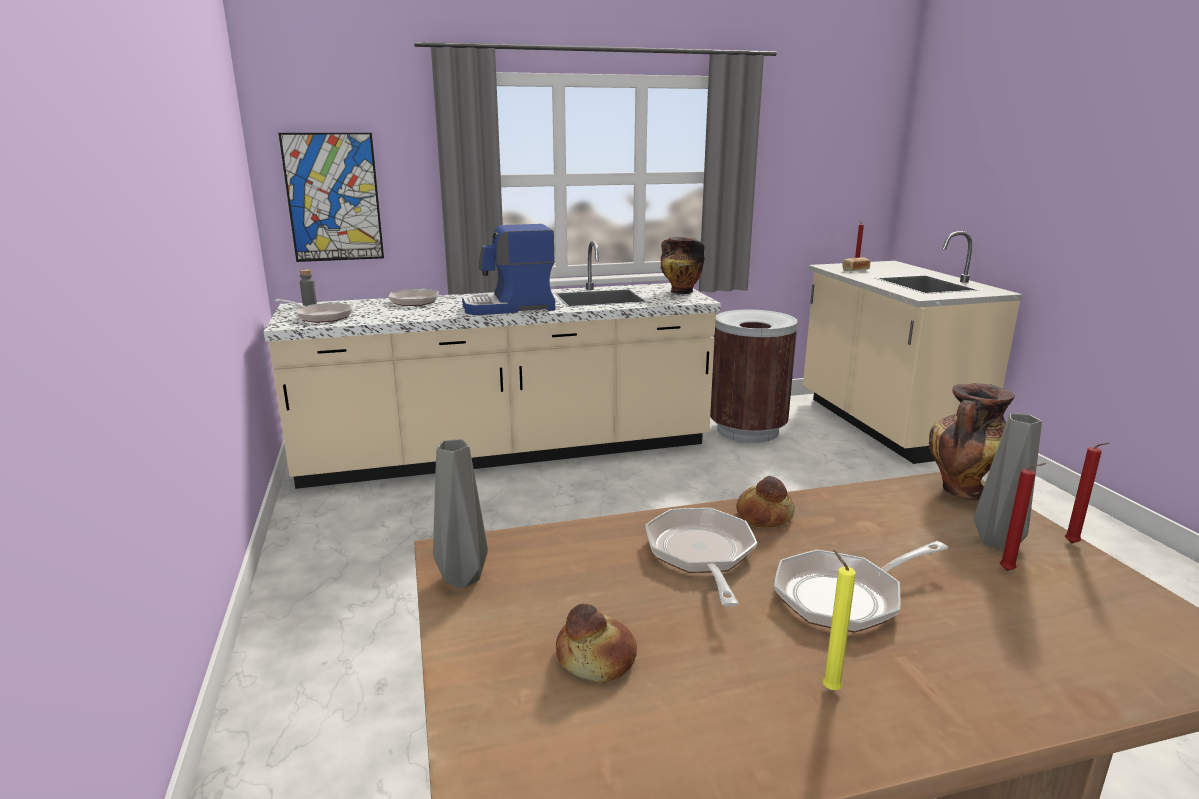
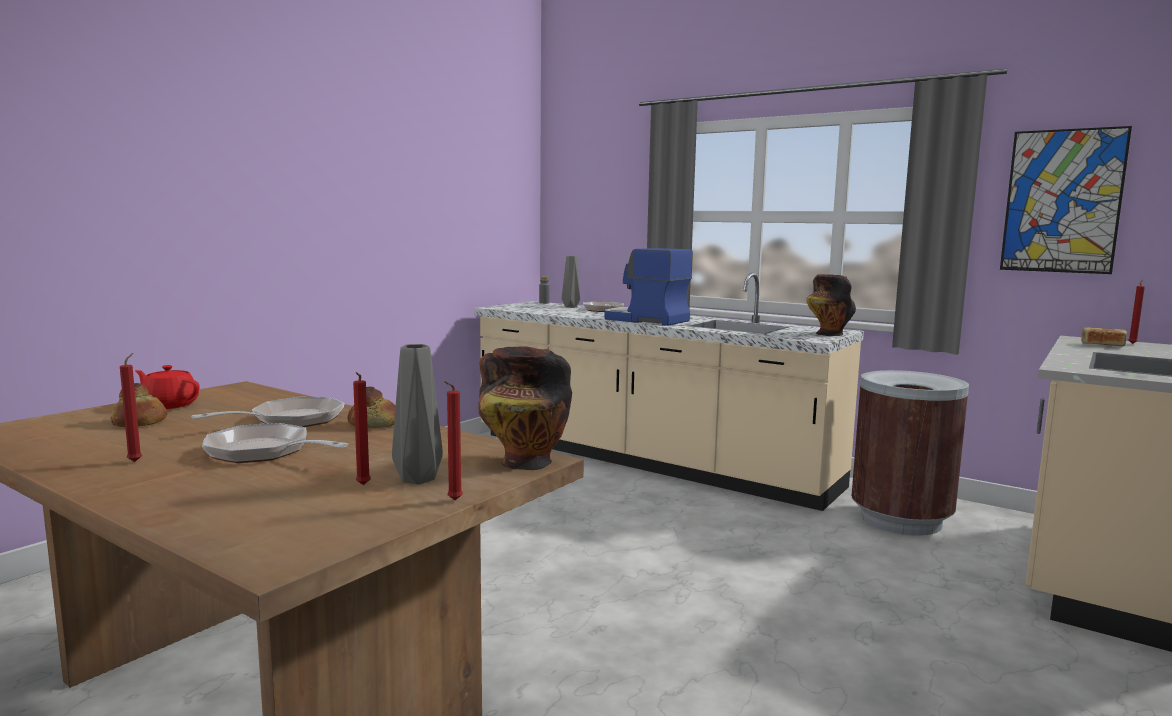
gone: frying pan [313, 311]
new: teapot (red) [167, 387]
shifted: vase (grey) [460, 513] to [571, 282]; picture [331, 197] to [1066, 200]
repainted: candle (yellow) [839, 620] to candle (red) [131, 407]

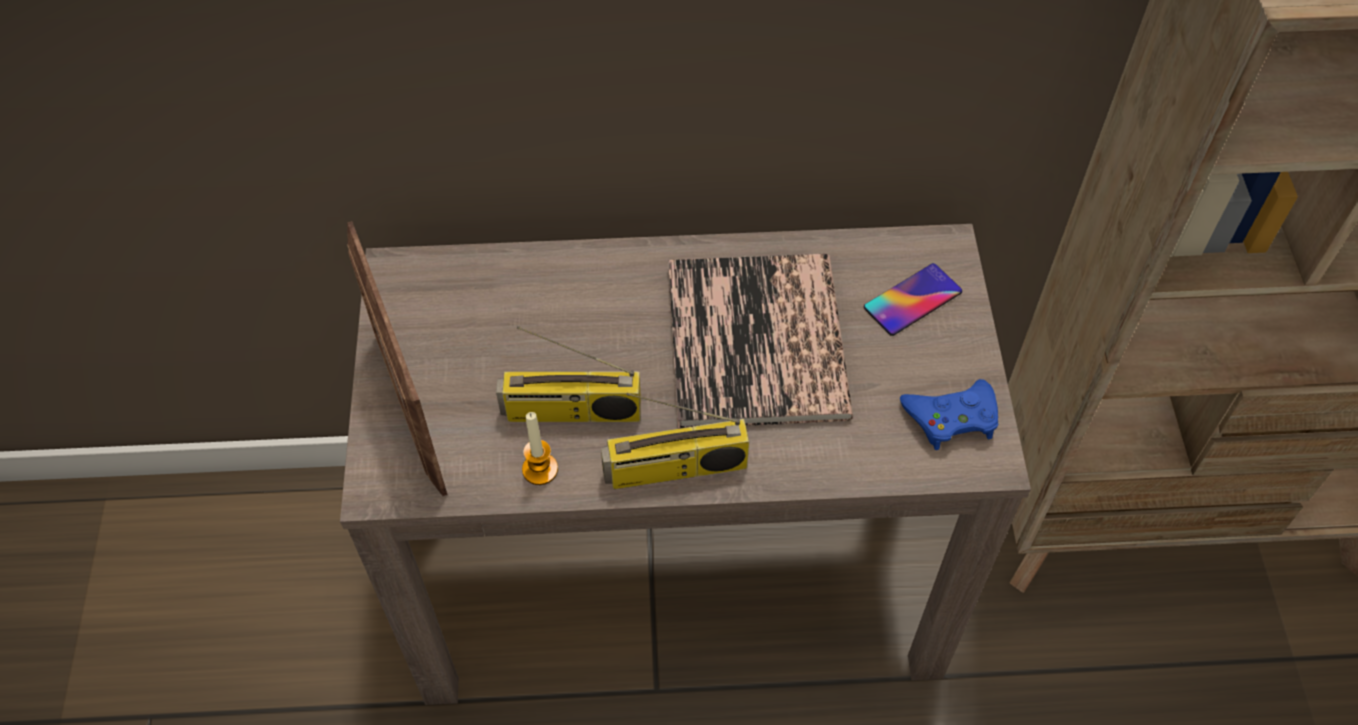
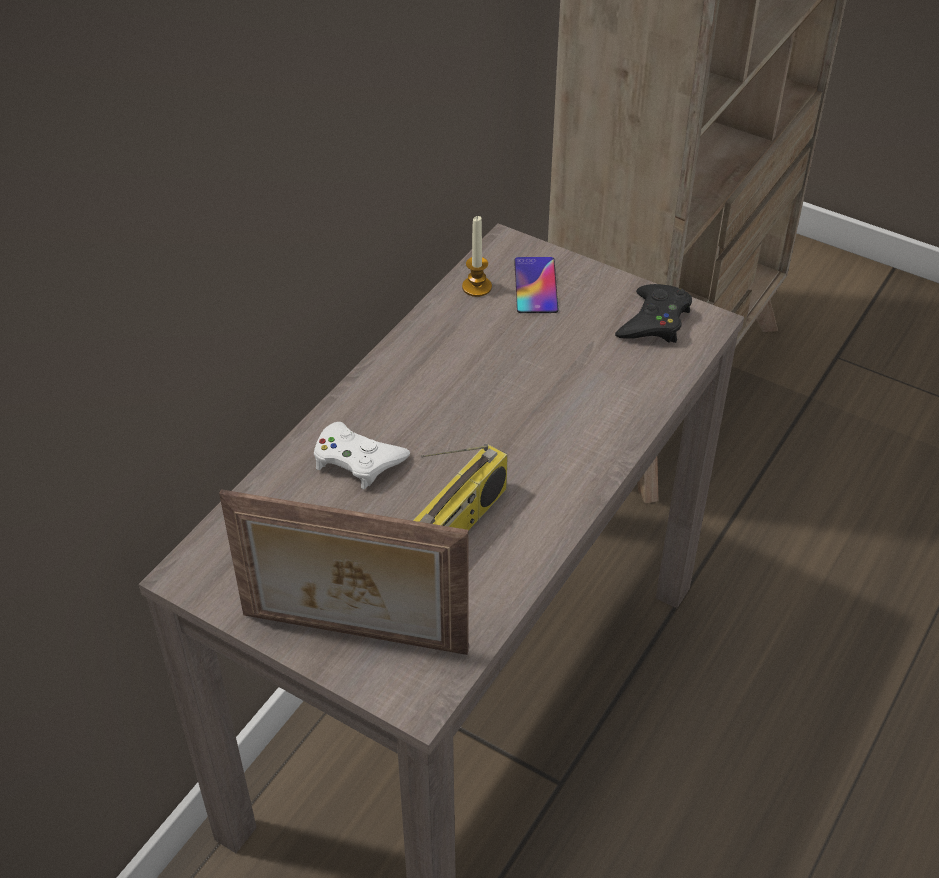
gone: radio [675, 441]; book [760, 341]
new: game controller (white) [362, 455]
shifted: candle [540, 448] to [477, 256]
repainted: game controller (blue) [949, 414] to game controller (black) [653, 313]

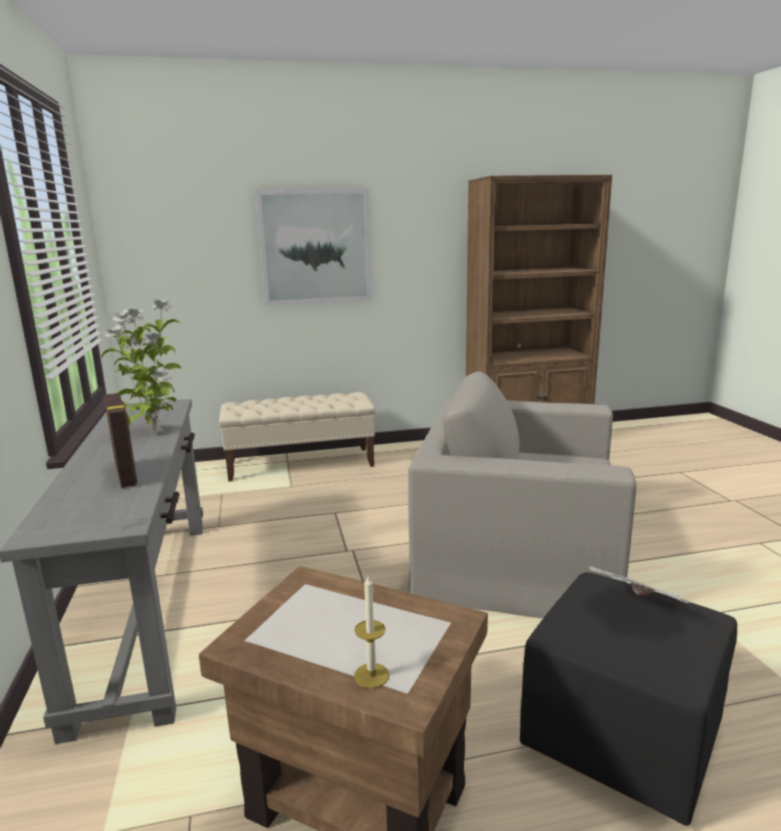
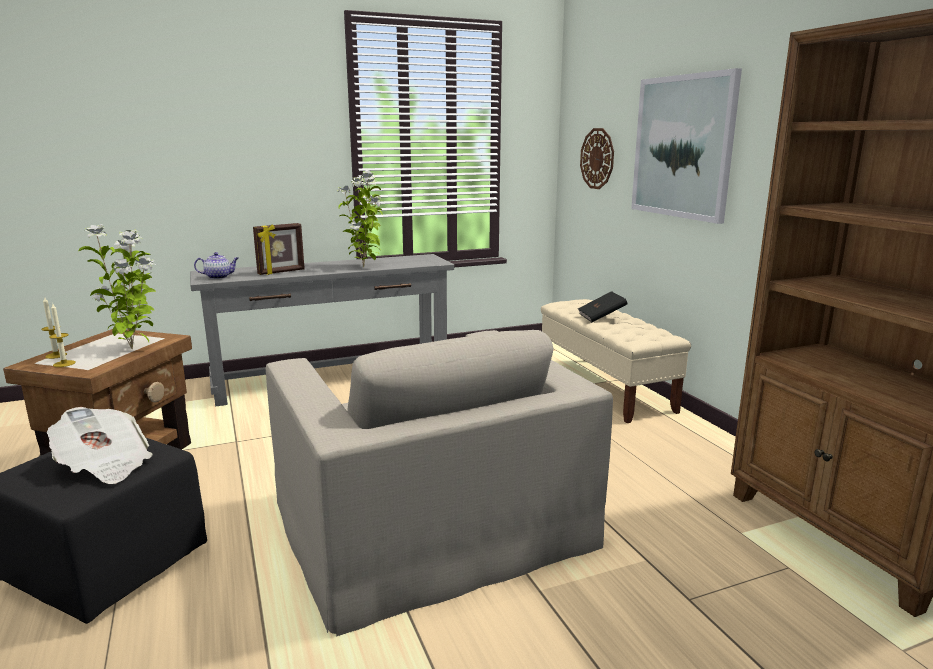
new: candle [62, 335]; potted plant [117, 286]; teapot [216, 265]; book (black) [602, 306]; wall clock [597, 158]
rotated: armchair (beige) [522, 495] = [439, 483] 150 degrees clockwise

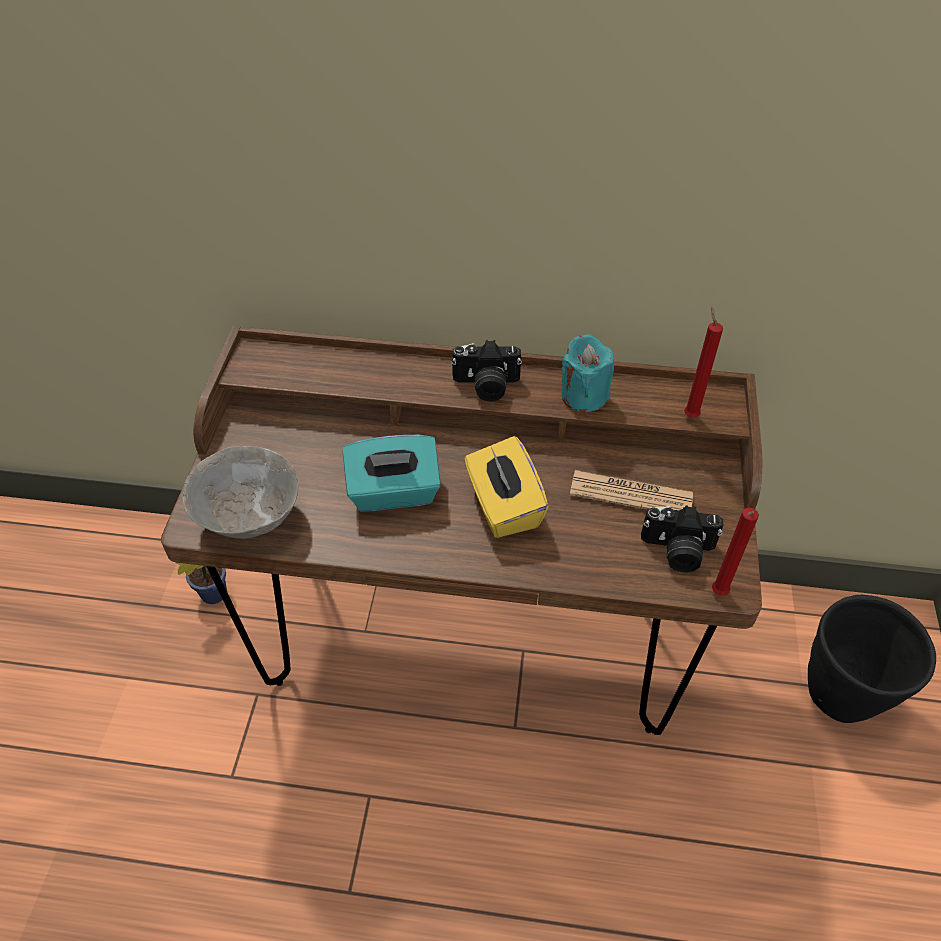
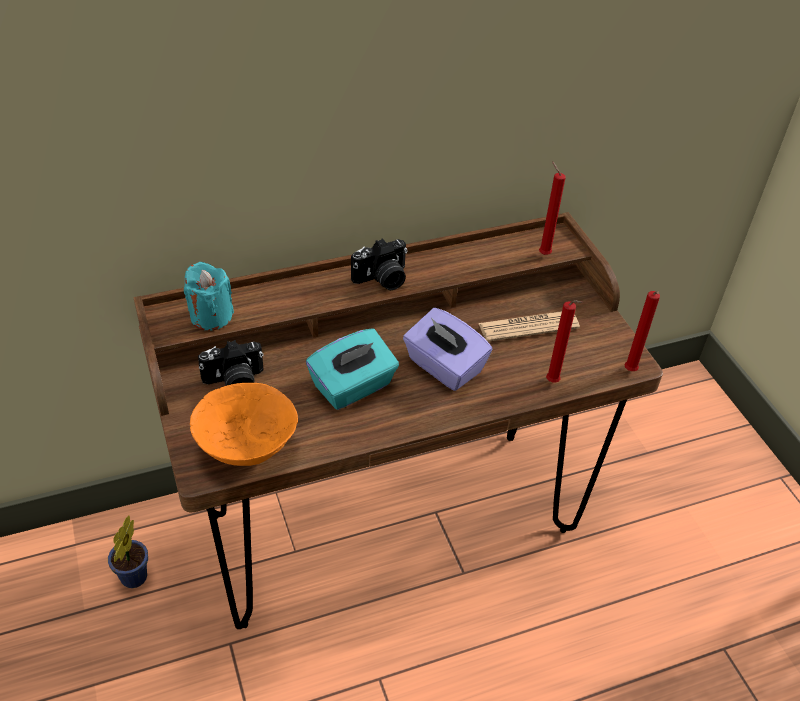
gone: planter (black) [872, 659]
new: candle (red) [564, 341]
shifted: candle (turquoise) [587, 373] to [209, 296]; photo camera [682, 538] to [231, 363]
repainted: bowl (grey) [240, 492] to bowl (orange) [244, 424]; tissue box (yellow) [506, 487] to tissue box (purple) [447, 349]

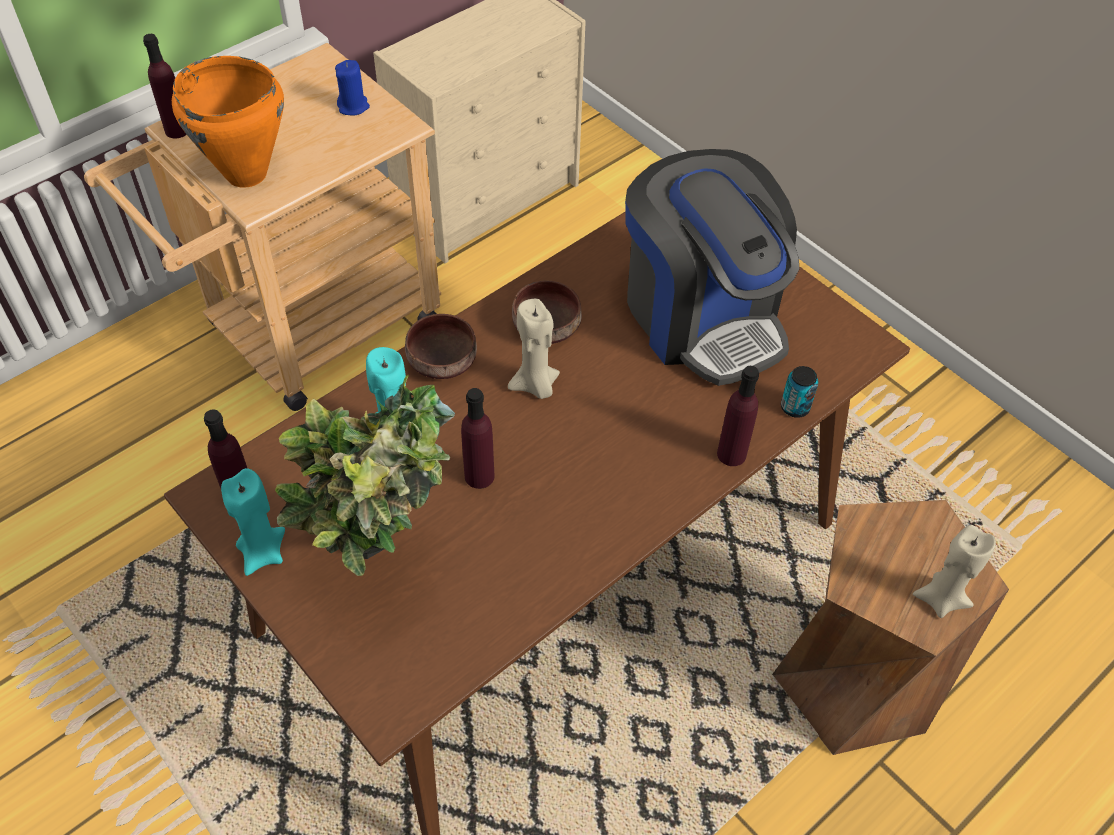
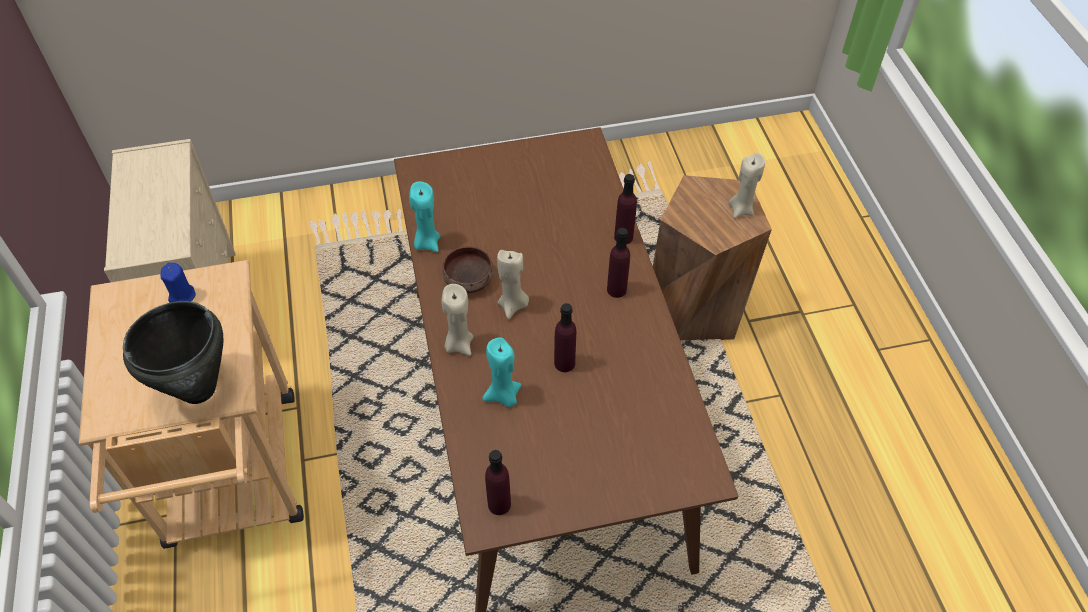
gone: potted plant [365, 475]; coffee machine [712, 267]; can [799, 392]
shifted: candle (turquoise) [253, 522] to [424, 216]; bottle (purple) [165, 86] to [618, 263]
swapped: bowl (brown) [441, 346] to candle (beige) [457, 320]
repainted: cooking pot (orange) [228, 122] to cooking pot (black) [173, 352]

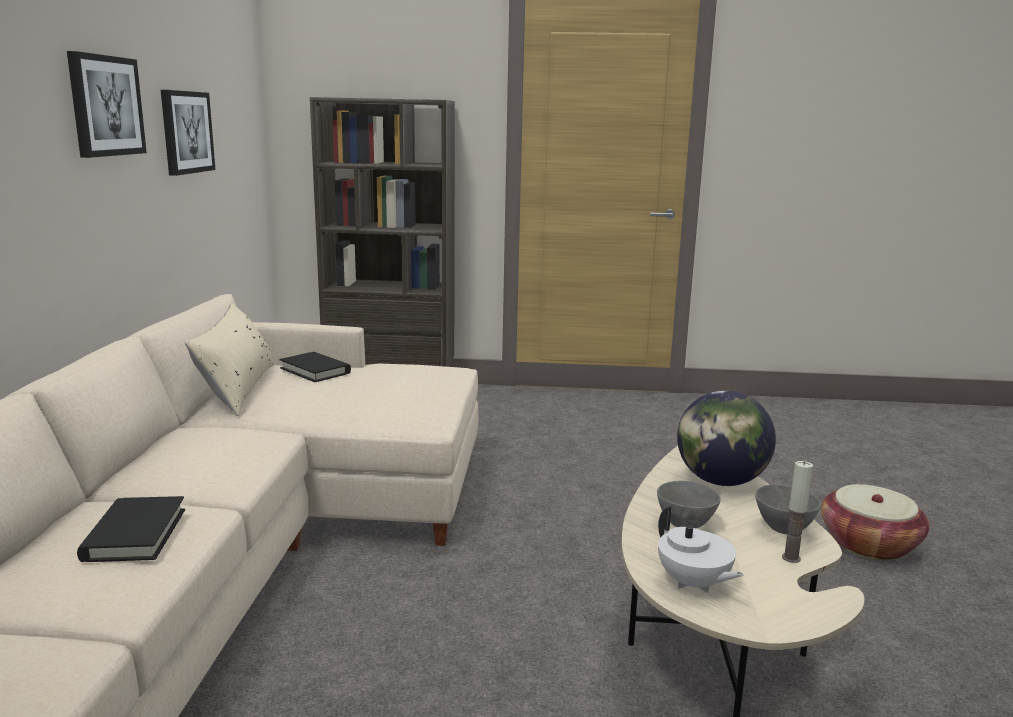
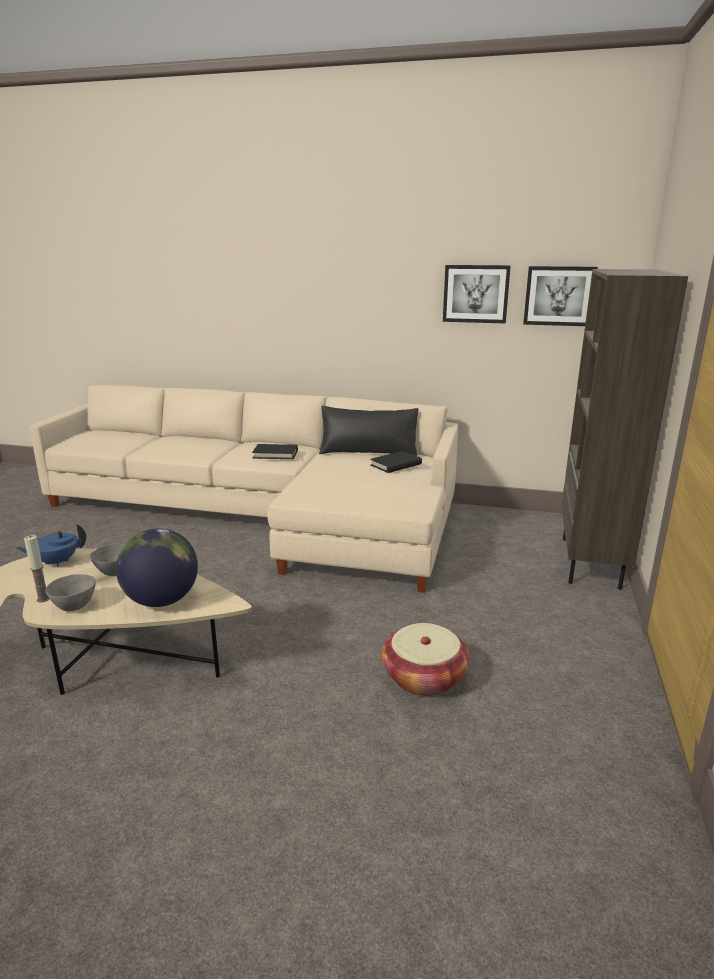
shifted: book (black) [131, 529] to [275, 451]; basket [875, 522] to [426, 659]; picture [107, 104] to [560, 296]
repainted: teapot (white) [701, 549] to teapot (blue) [51, 545]; pillow (beige) [230, 359] to pillow (black) [368, 431]

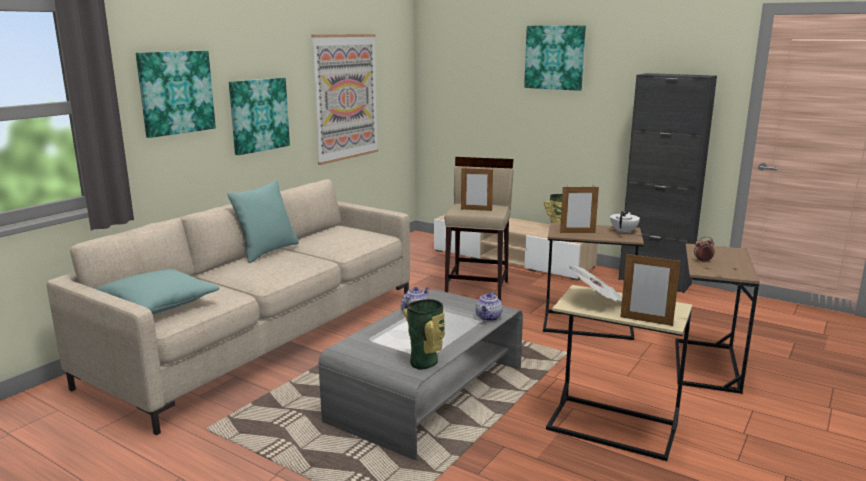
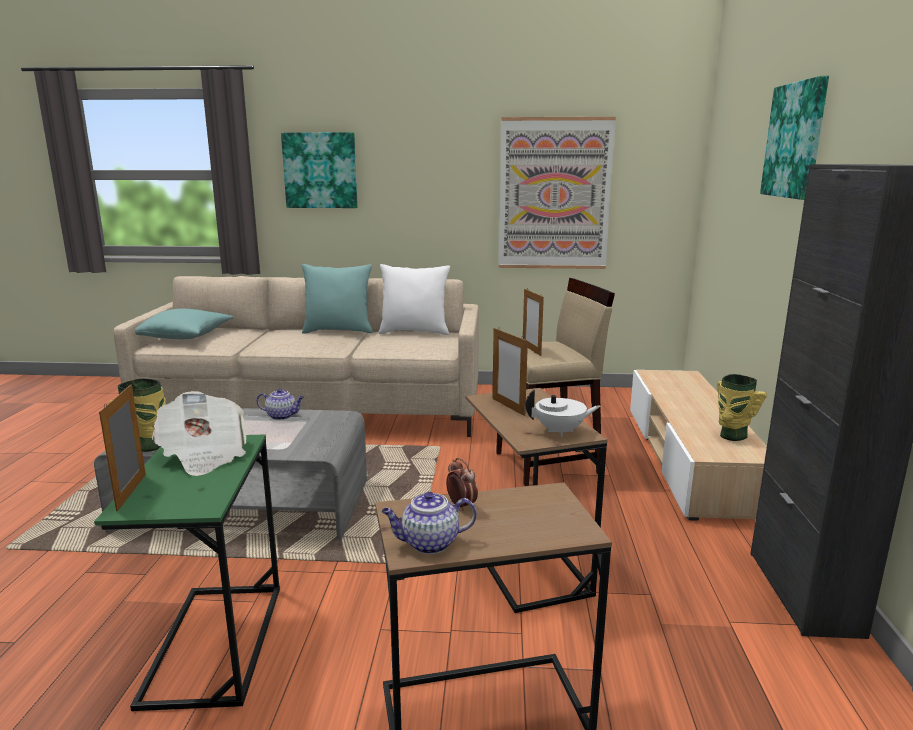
gone: picture [259, 116]
new: pillow (white) [414, 299]
shifted: teapot [489, 306] to [429, 523]
repainted: side table (beige) [619, 373] to side table (green) [187, 573]

